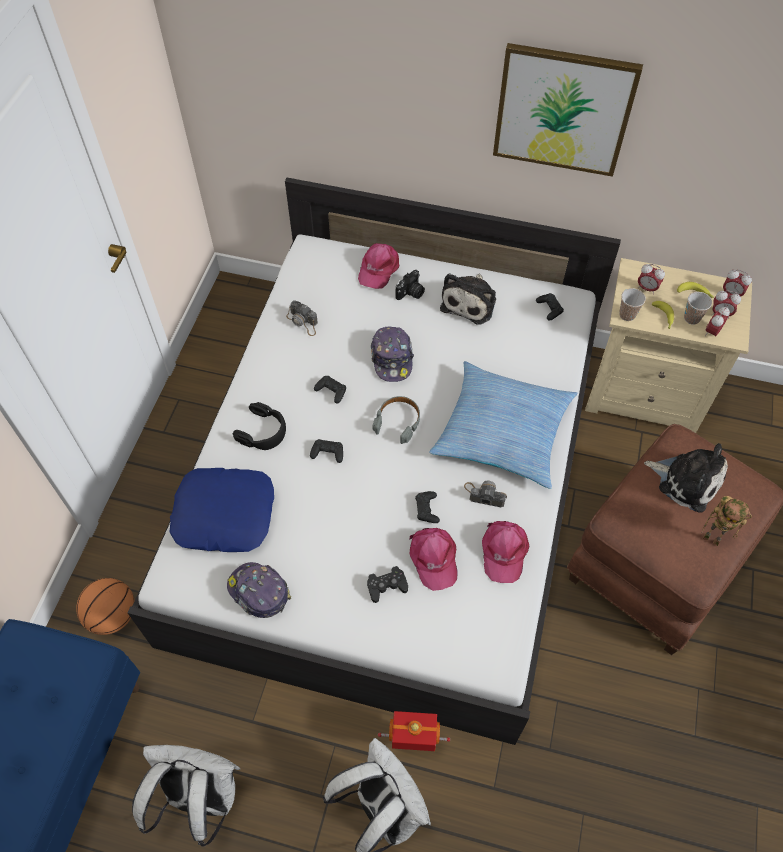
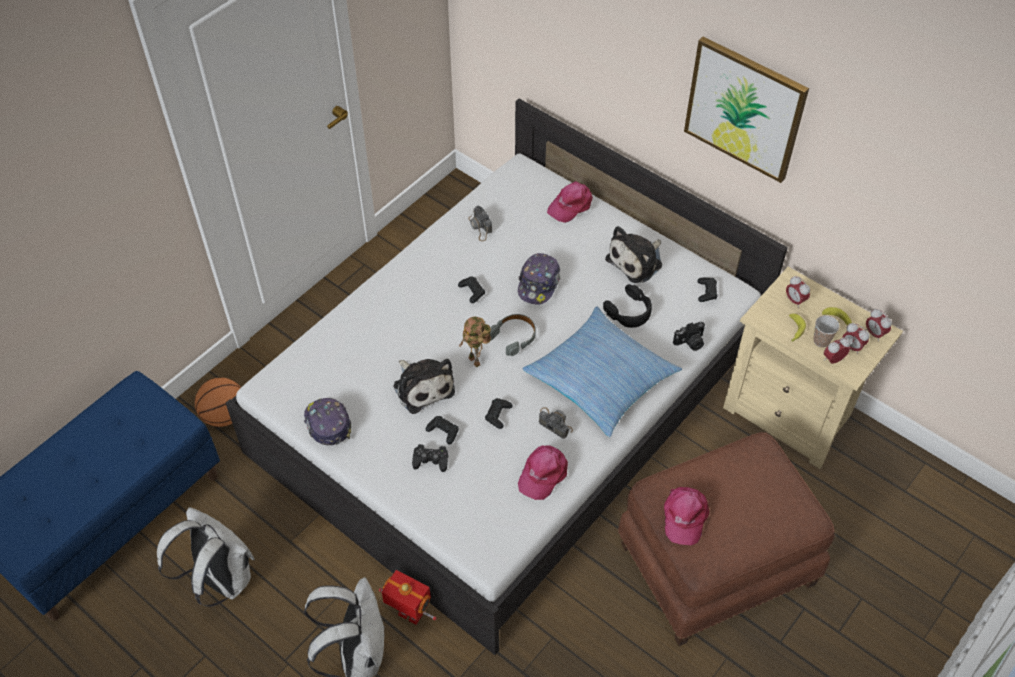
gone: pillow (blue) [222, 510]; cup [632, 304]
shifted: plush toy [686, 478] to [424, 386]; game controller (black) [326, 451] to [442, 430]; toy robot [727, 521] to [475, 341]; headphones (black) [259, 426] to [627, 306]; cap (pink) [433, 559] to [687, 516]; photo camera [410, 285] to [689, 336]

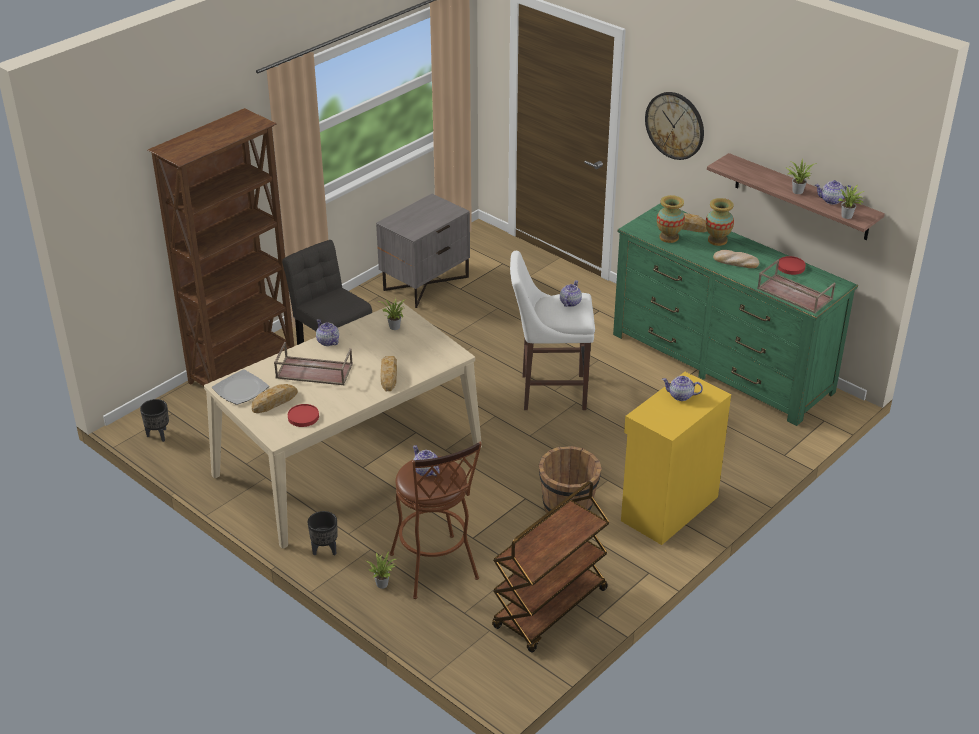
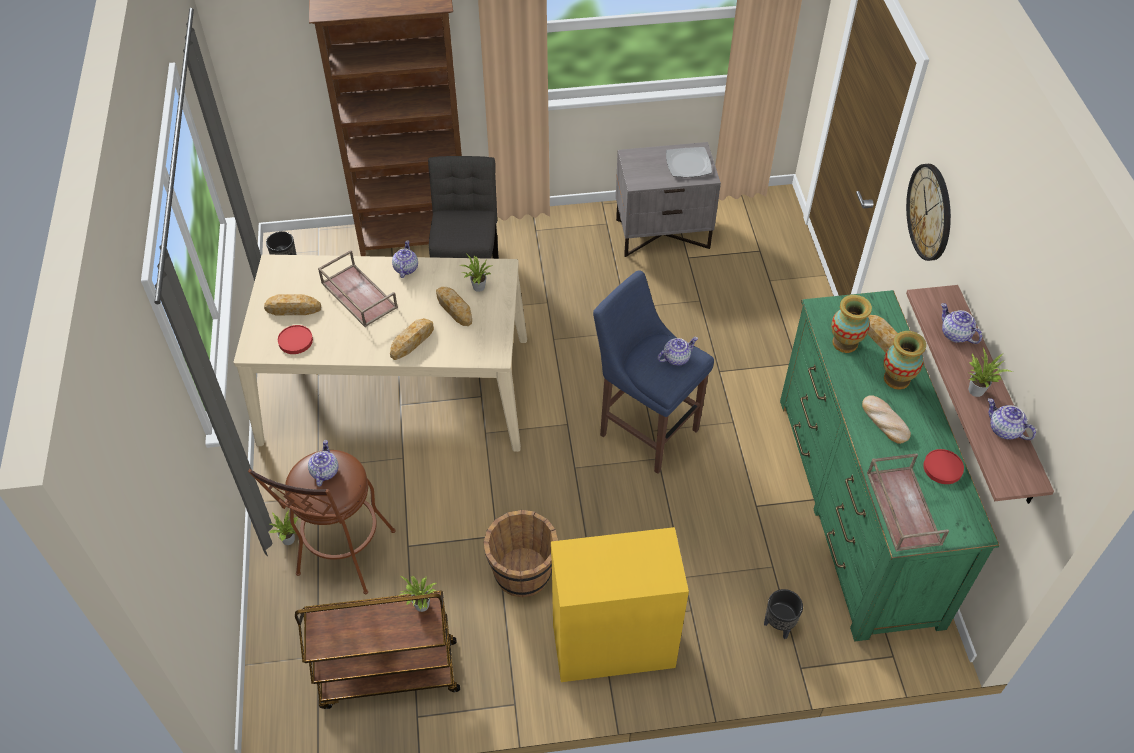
new: bread [454, 306]
shifted: potted plant [851, 202] to [417, 593]; plate [240, 387] to [689, 162]; planter (black) [322, 533] to [783, 614]; teapot [682, 388] to [961, 323]
repainted: stool (white) [552, 330] to stool (blue) [653, 372]

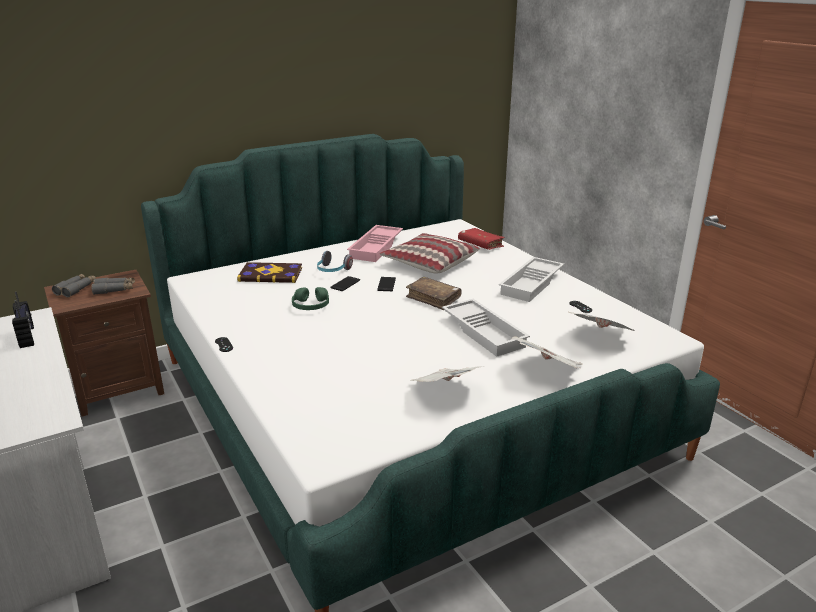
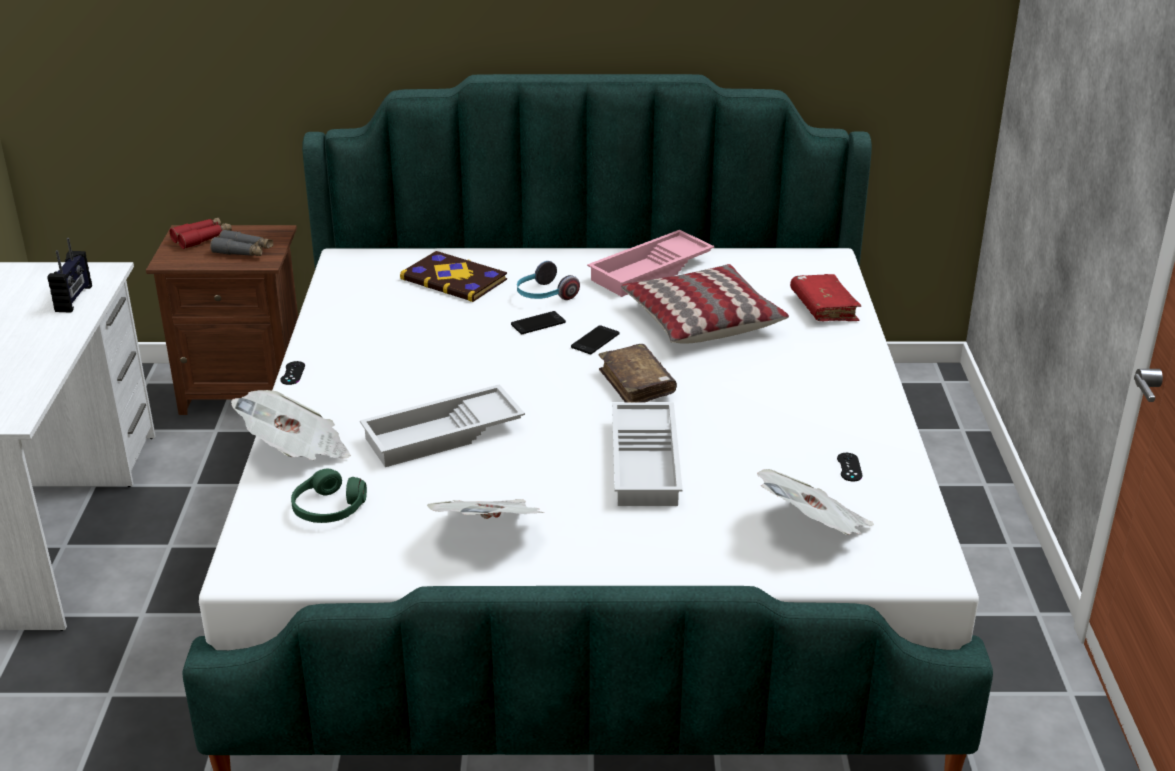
shifted: newspaper [547, 352] to [291, 425]; headphones (green) [310, 298] to [329, 496]; tray (white) [531, 279] to [442, 425]
repainted: binoculars (grey) [74, 285] to binoculars (red) [201, 233]

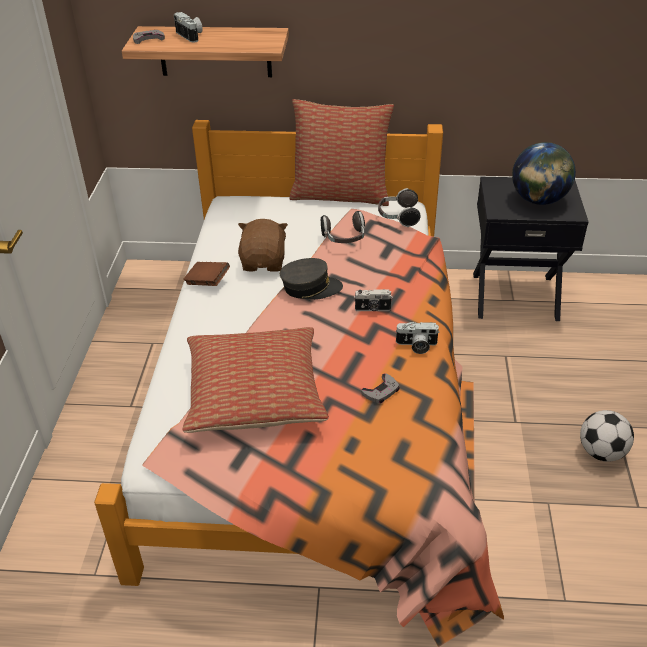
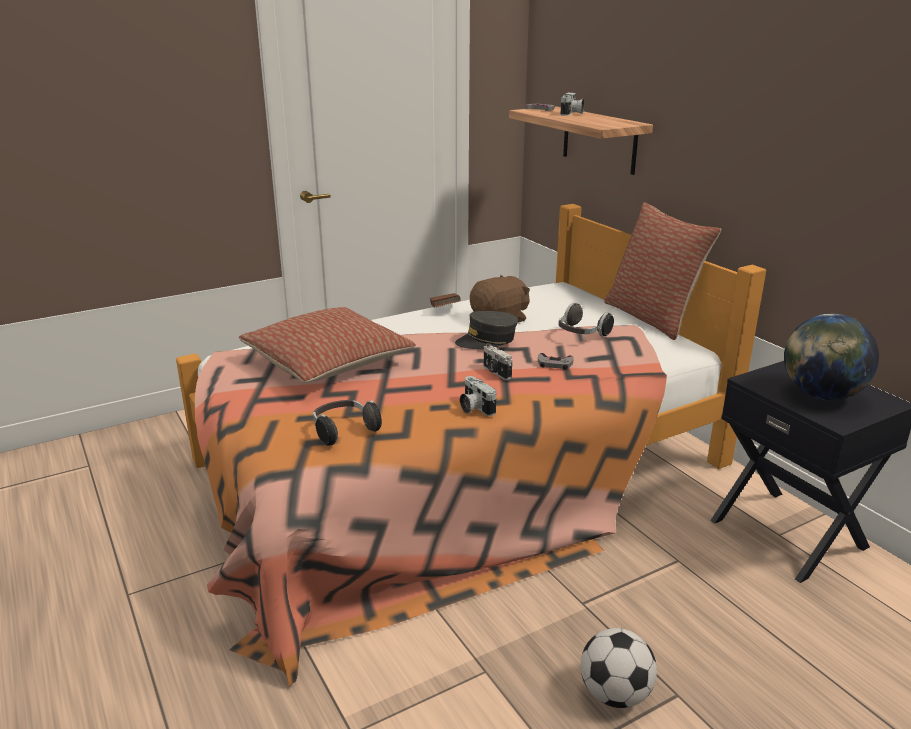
shifted: headphones [399, 207] to [347, 423]; game controller (grey) [381, 388] to [556, 361]
rotated: cap (grey) [311, 279] = [486, 330] 105 degrees clockwise

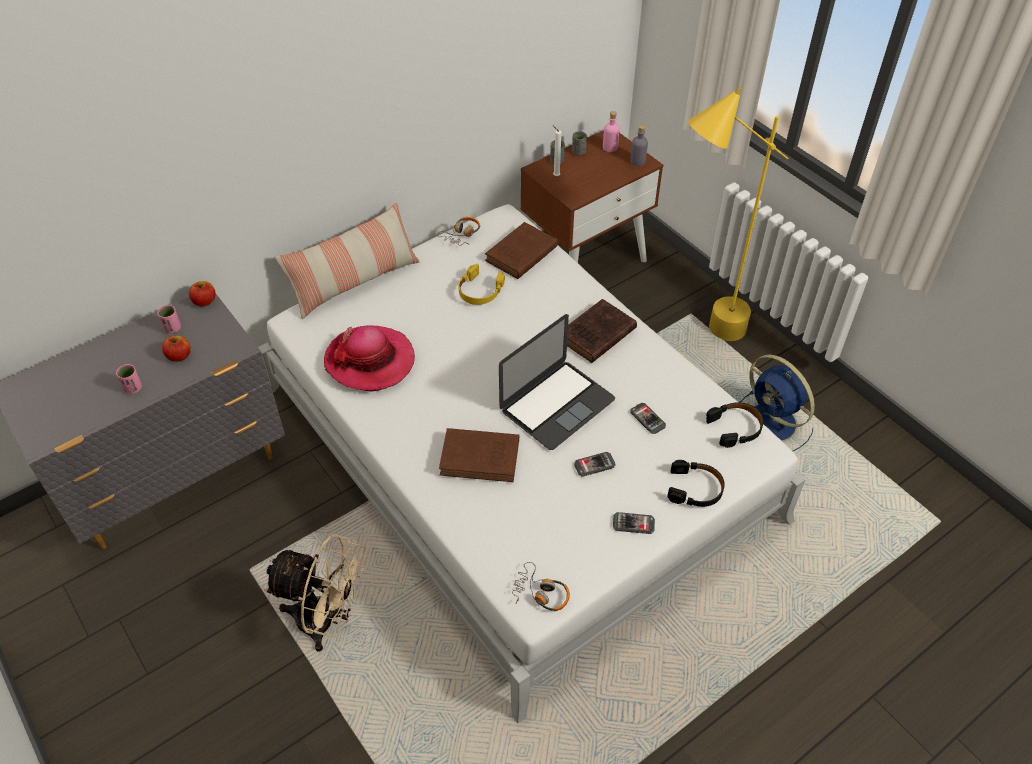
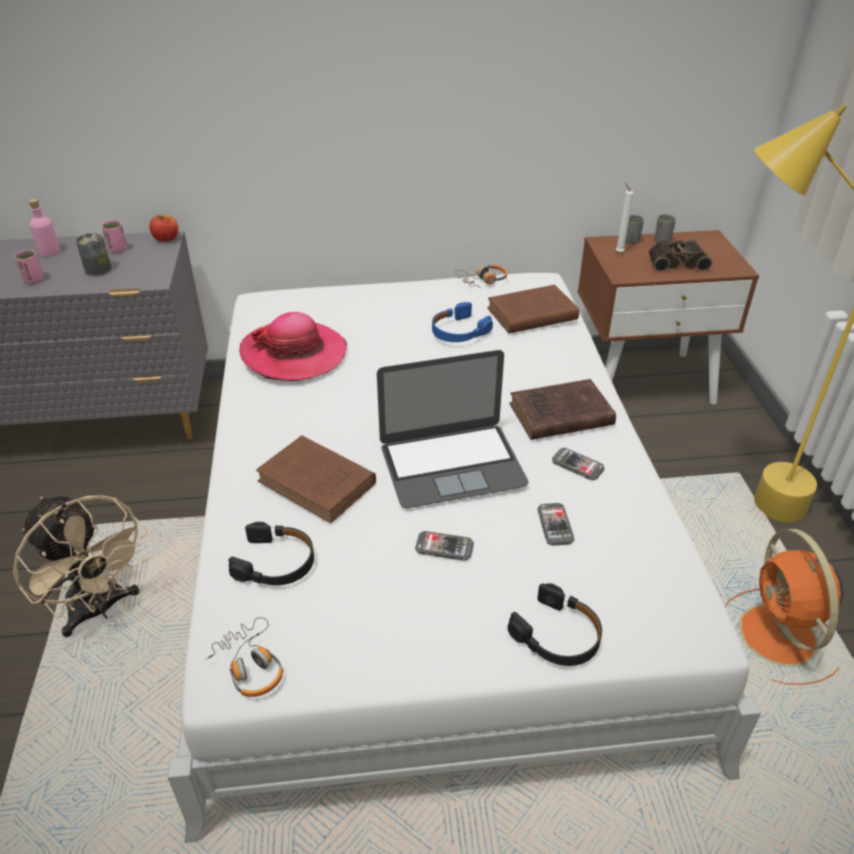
gone: pillow [347, 261]; bottle (grey) [639, 145]
new: binoculars [680, 256]
shifted: bottle (pink) [611, 131] to [44, 227]; headphones (black) [734, 425] to [271, 553]; phone [634, 523] to [578, 464]
swapped: apple [176, 348] to can [94, 254]
repainted: headphones (yellow) [481, 284] to headphones (blue) [462, 322]; fan (blue) [777, 403] to fan (orange) [784, 607]

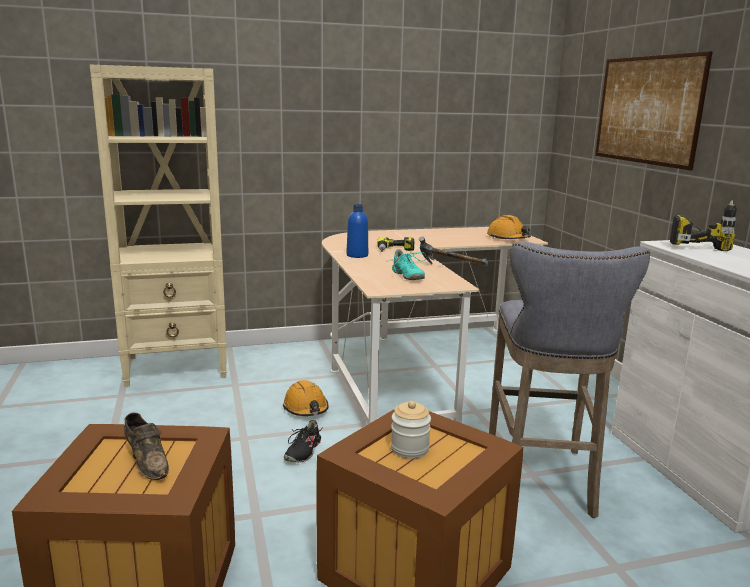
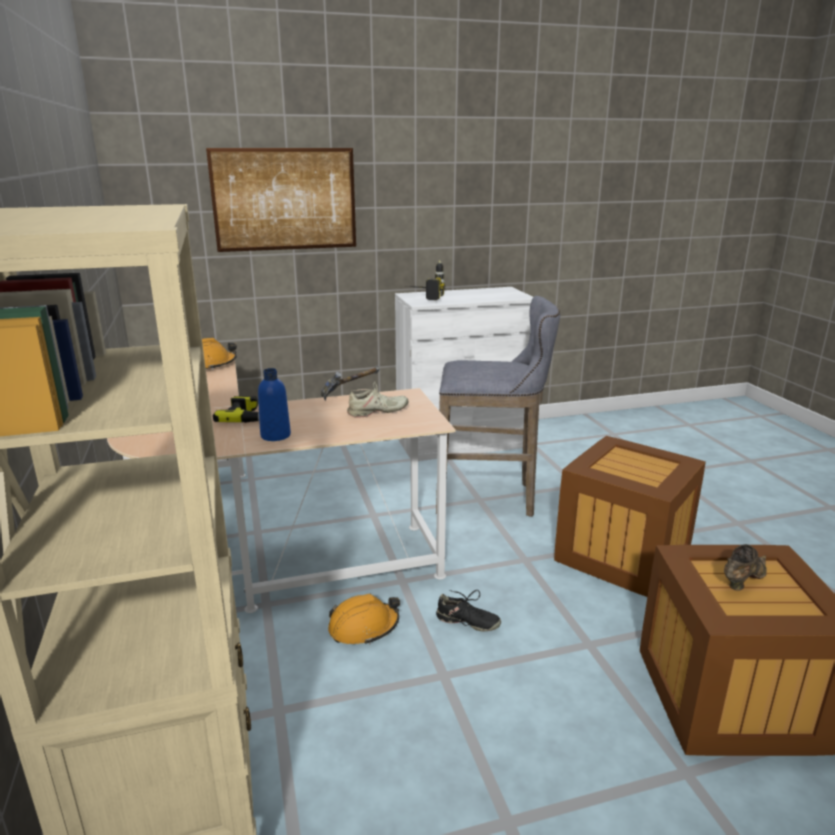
gone: jar [411, 430]
repainted: shoe (turquoise) [406, 264] to shoe (beige) [378, 400]

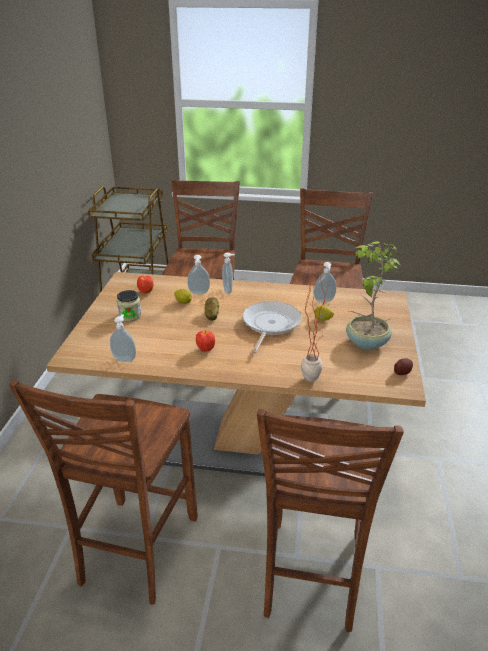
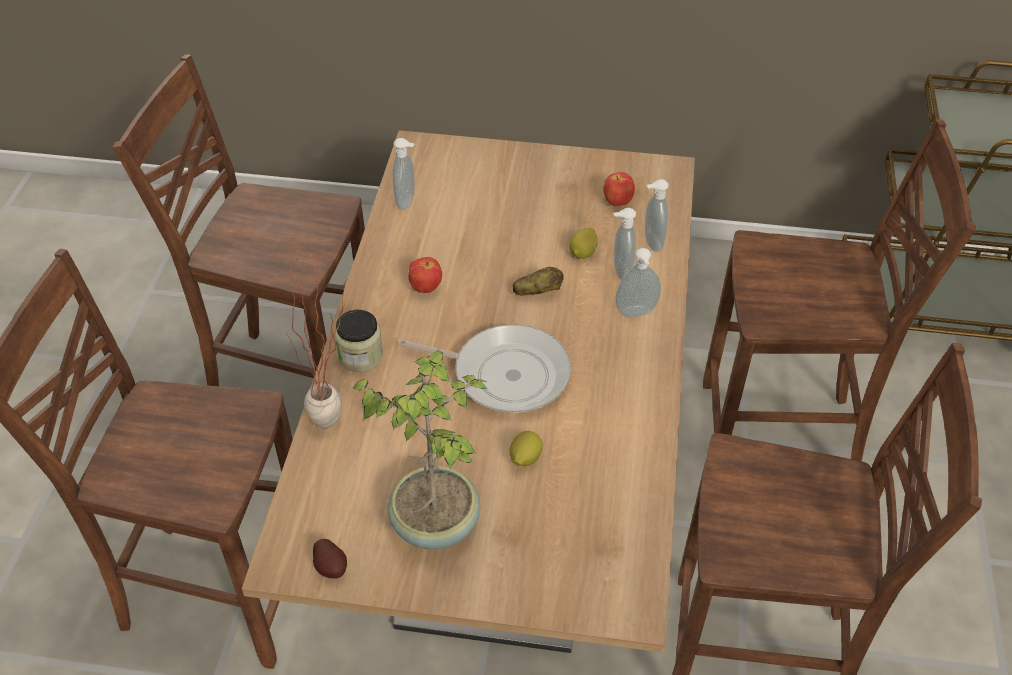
shifted: jar [129, 305] to [359, 341]; soap dispenser [325, 282] to [657, 215]

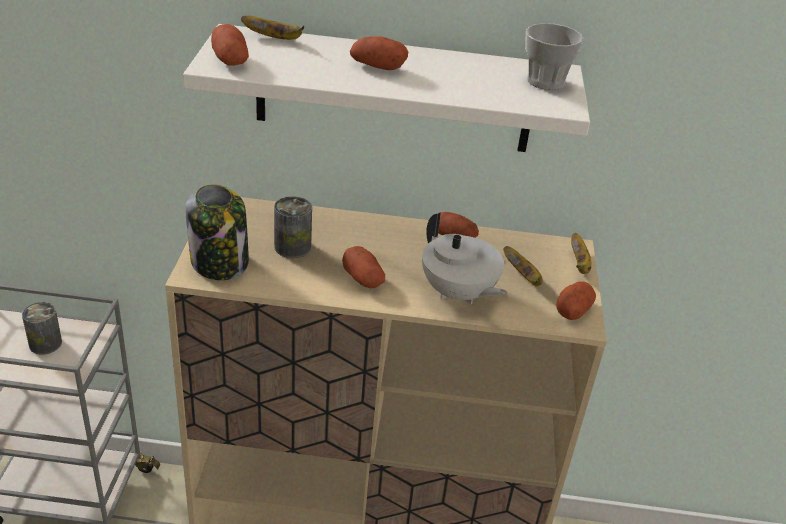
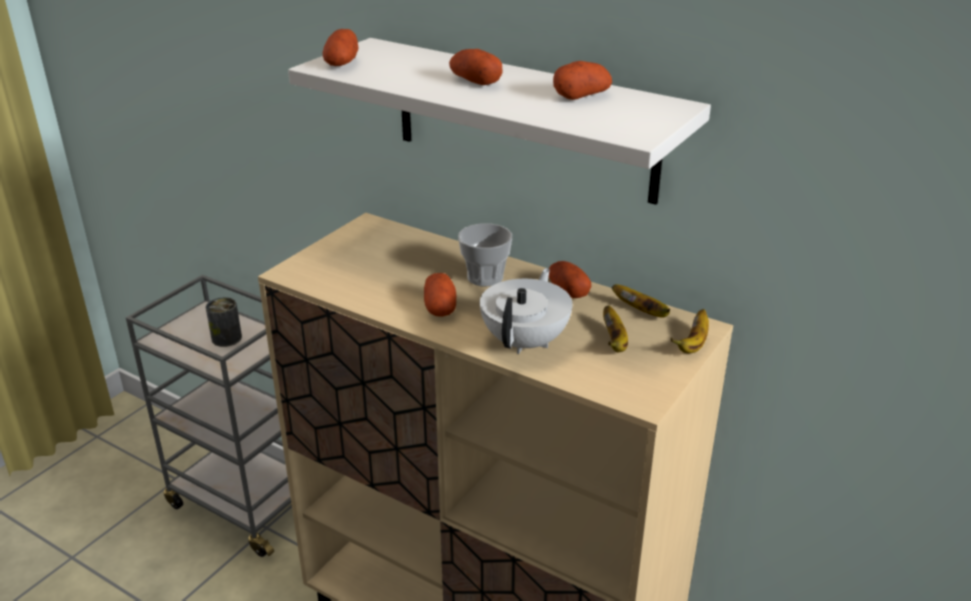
gone: jar [217, 232]; can [293, 227]
shifted: cup [554, 56] to [485, 254]; potato [576, 300] to [582, 80]; banana [273, 27] to [641, 301]
rotated: teapot (white) [464, 258] = [526, 311] 150 degrees counterclockwise

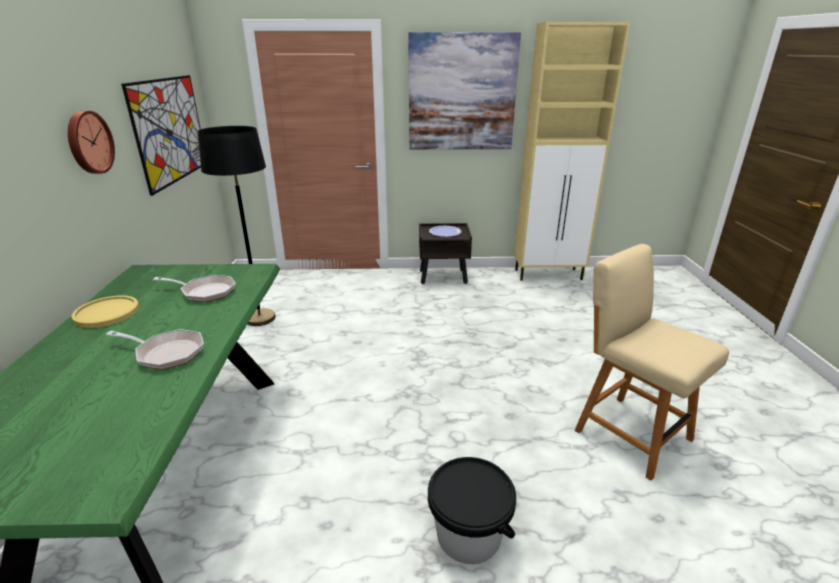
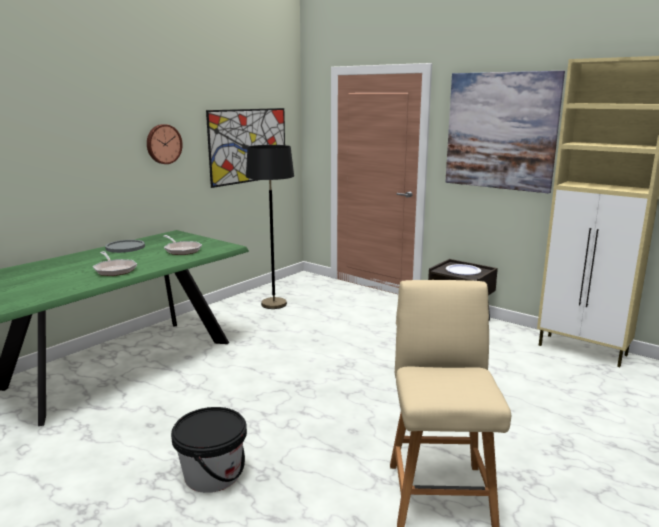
repainted: plate (yellow) [105, 311] to plate (grey) [125, 246]

